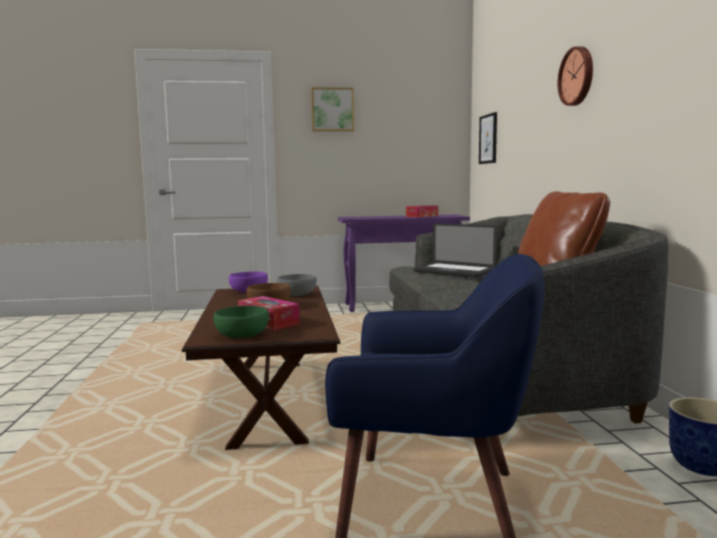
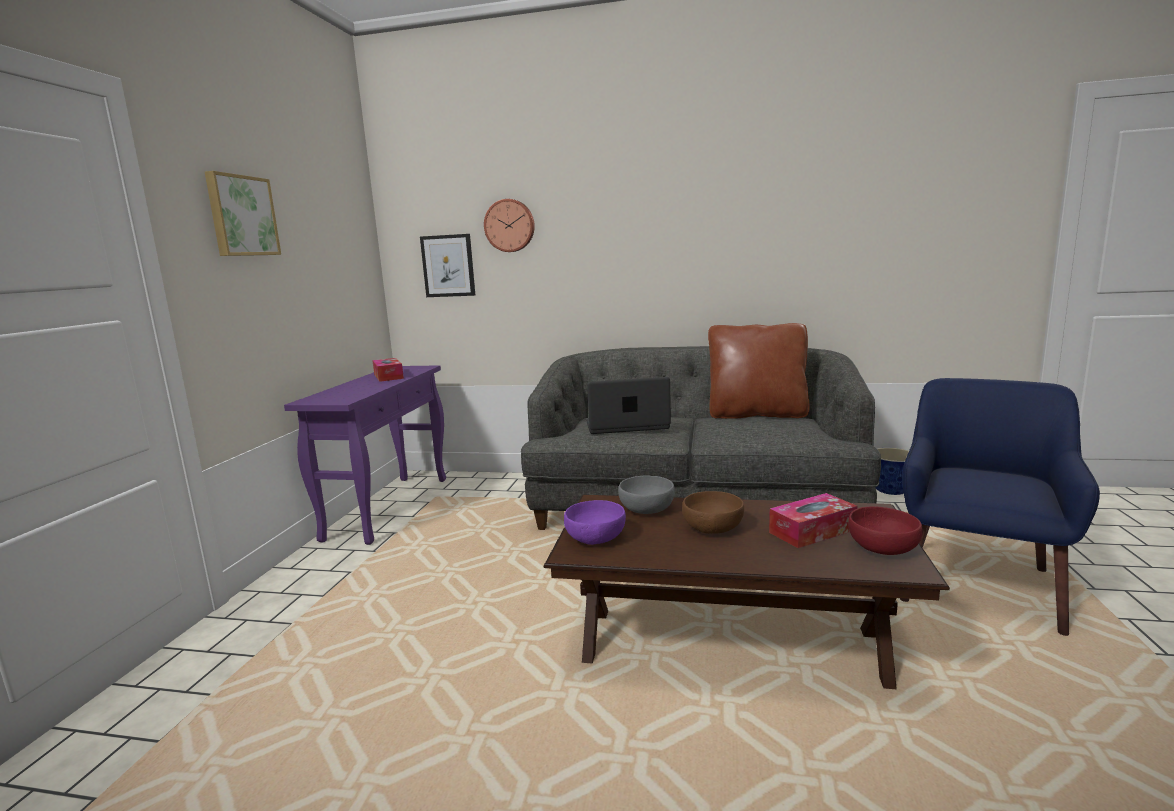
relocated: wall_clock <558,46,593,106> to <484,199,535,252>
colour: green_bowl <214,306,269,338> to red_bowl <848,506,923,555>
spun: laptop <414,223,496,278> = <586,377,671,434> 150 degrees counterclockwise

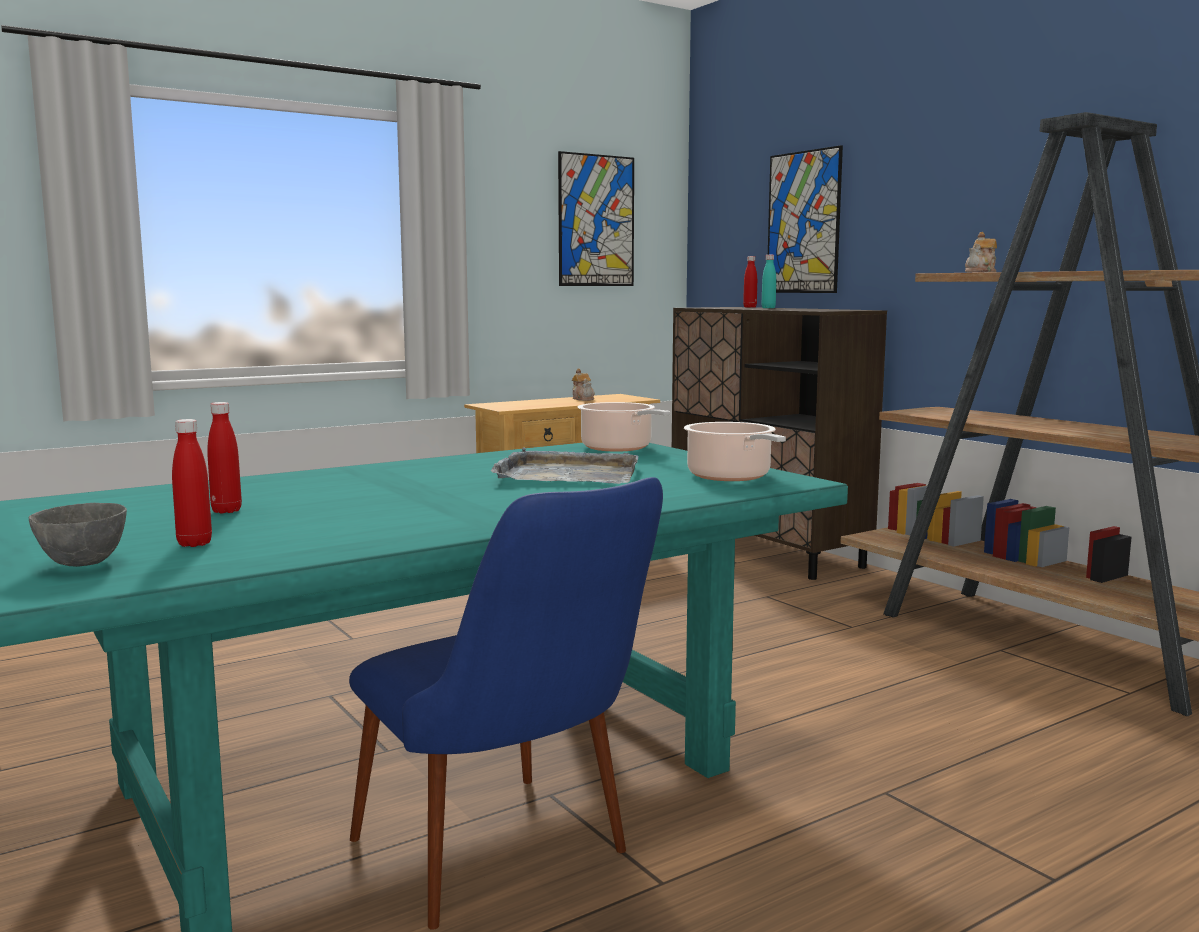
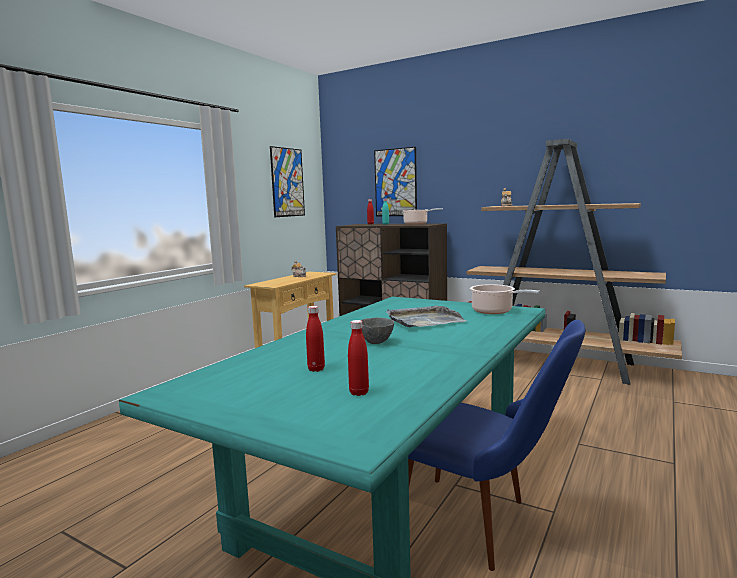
relocated: cooking_pot <578,402,670,452> to <402,208,443,225>; grey_bowl <29,503,127,567> to <361,318,394,344>

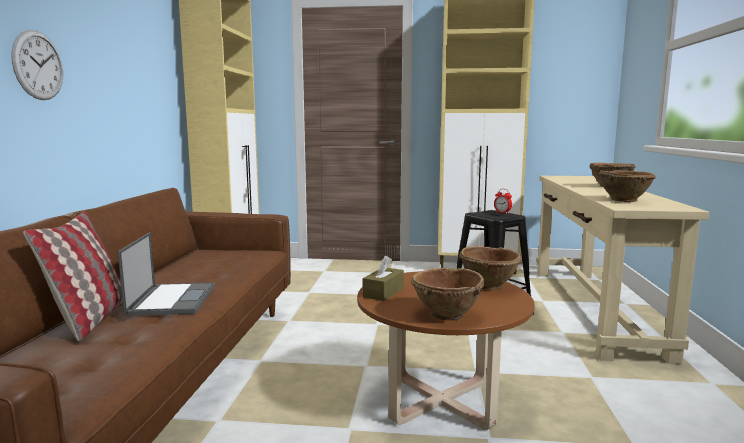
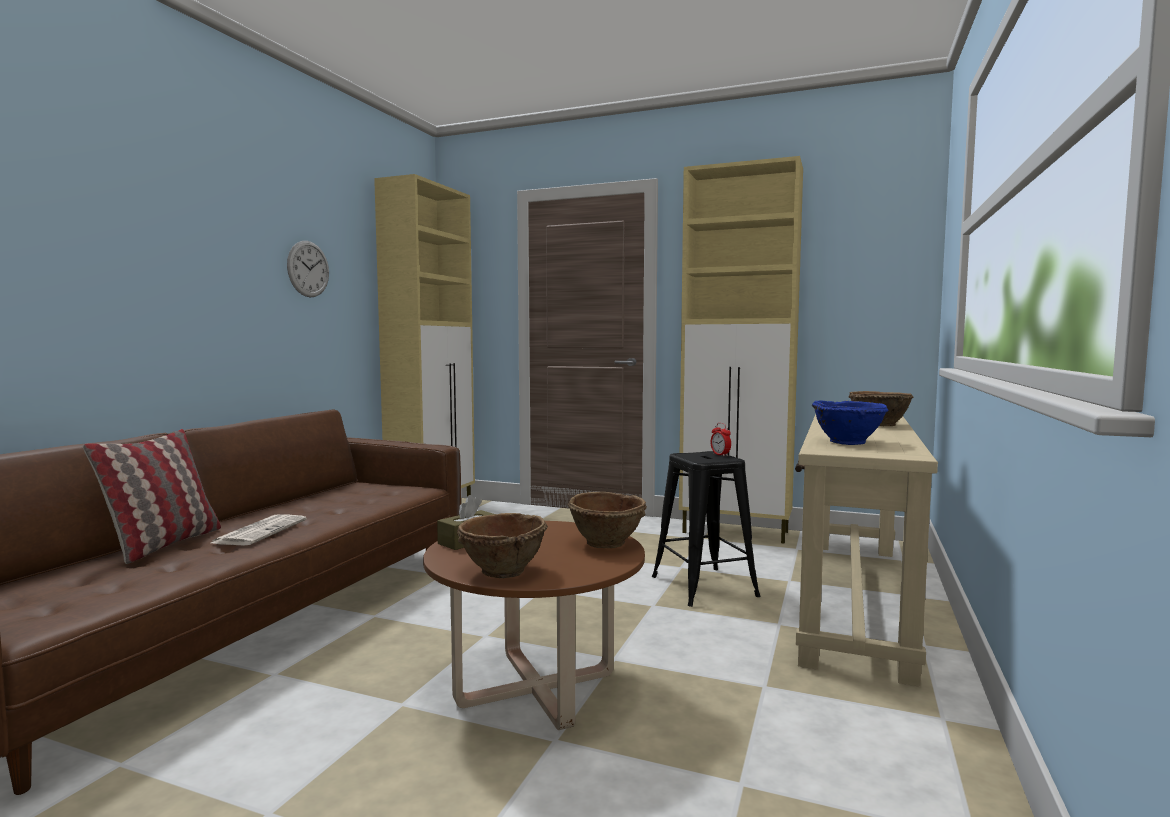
relocated: wall_clock <11,30,63,100> to <287,241,329,297>
exchanged: laptop <118,232,215,316> to newspaper <211,514,307,545>
colour: brown_bowl <599,170,656,202> to blue_bowl <812,400,888,445>

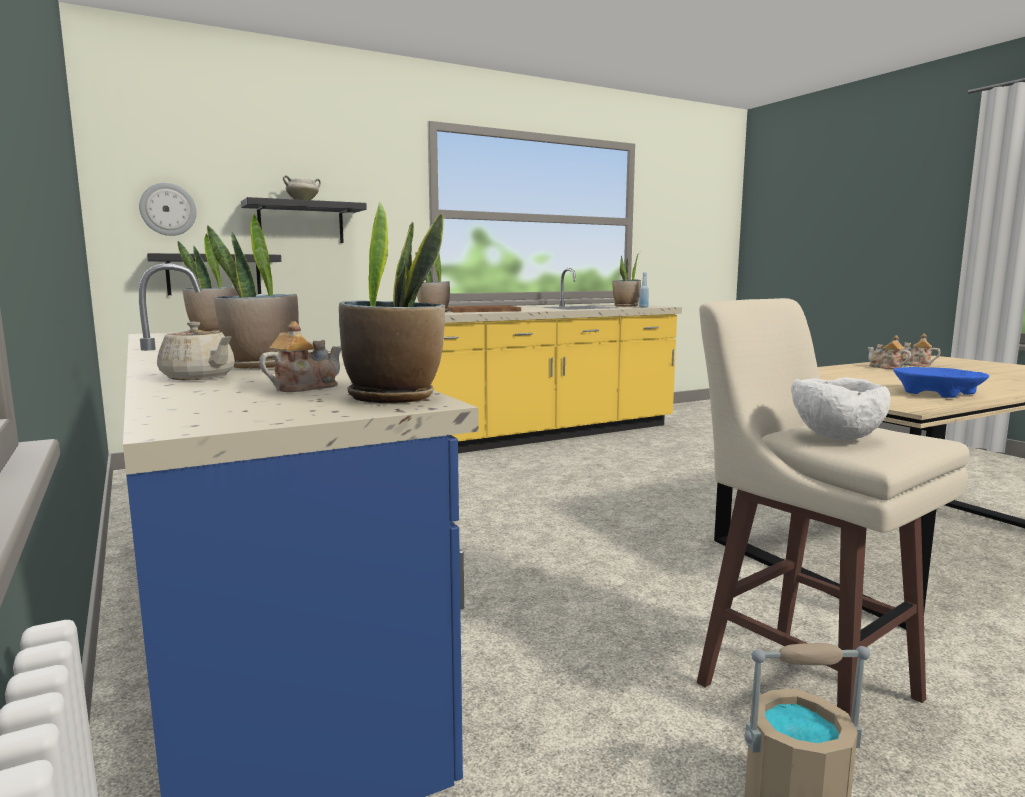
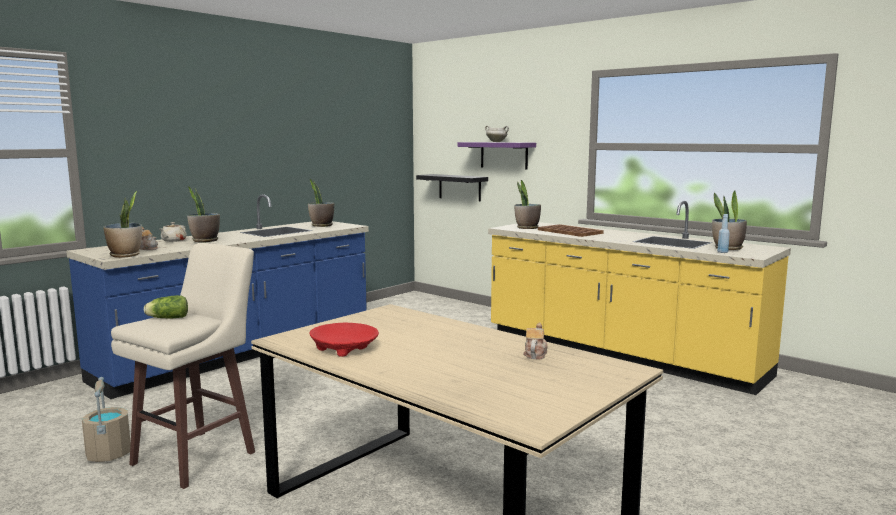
missing: wall_clock <139,183,197,236>; teapot <868,335,911,369>
exchanged: white_bowl <791,377,891,440> to lettuce <144,295,188,319>
colour: black_shelf <241,197,367,243> to purple_shelf <457,142,536,169>; blue_bowl <893,367,989,398> to red_bowl <310,323,379,357>

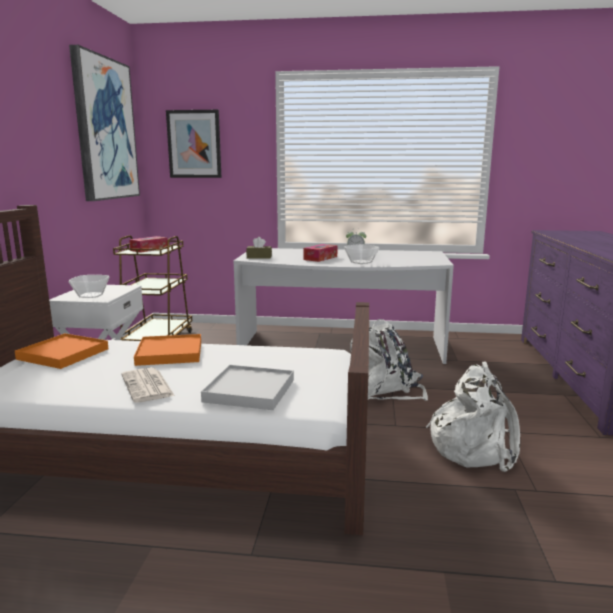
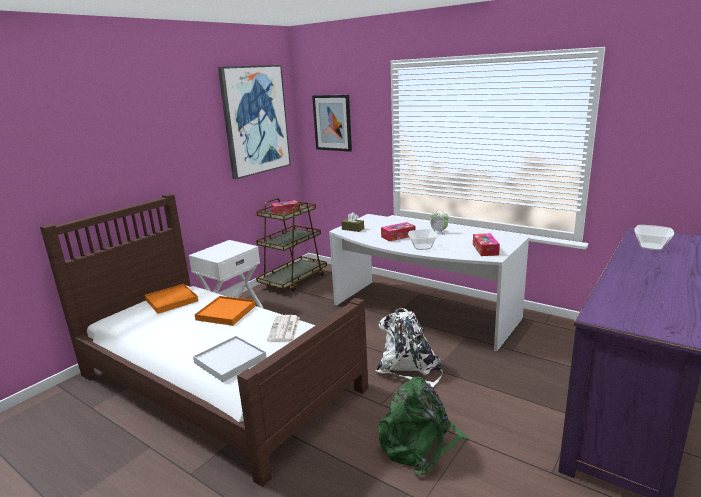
appeared: tissue_box <473,233,500,256>
relocated: bowl <69,275,109,298> to <634,225,674,250>; newspaper <121,368,175,403> to <267,315,300,342>
colour: white_backpack <426,361,520,472> to green_backpack <378,376,469,476>

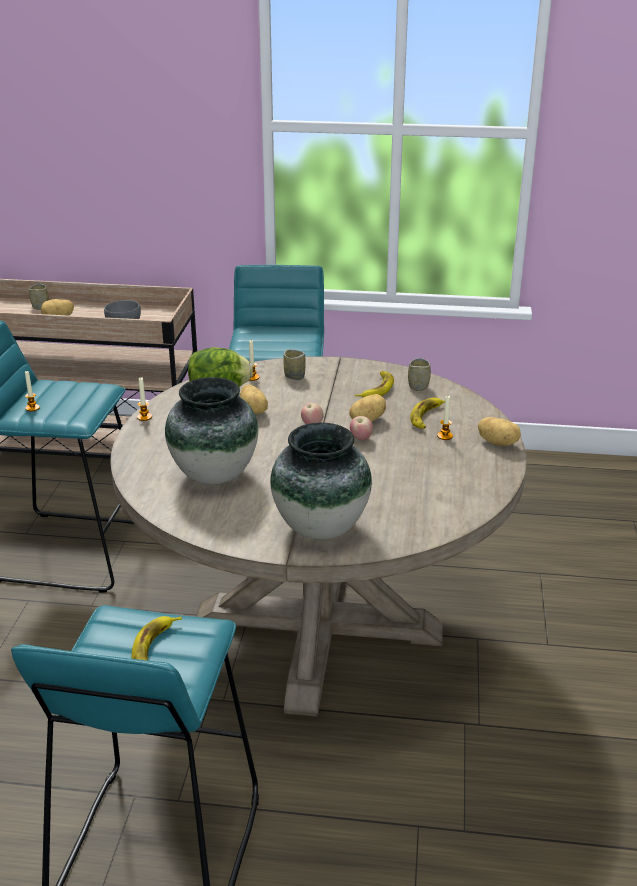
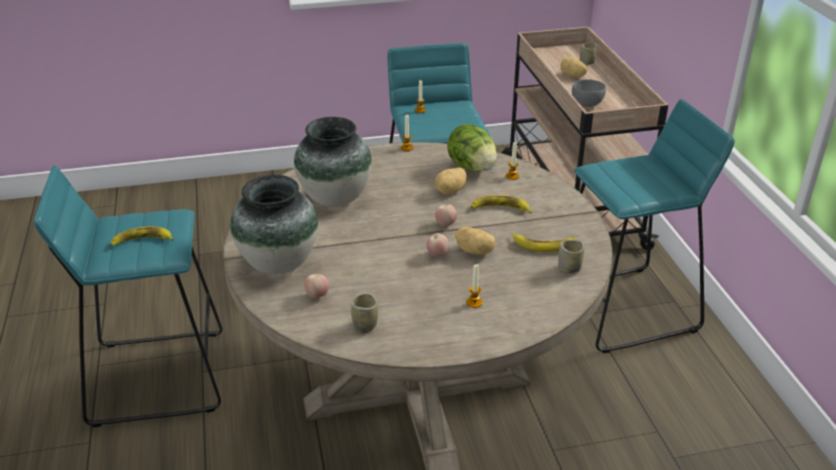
missing: potato <478,417,521,446>
appeared: apple <304,274,329,299>
relocated: cup <283,349,306,380> to <351,293,378,333>; banana <410,398,445,429> to <471,195,532,213>

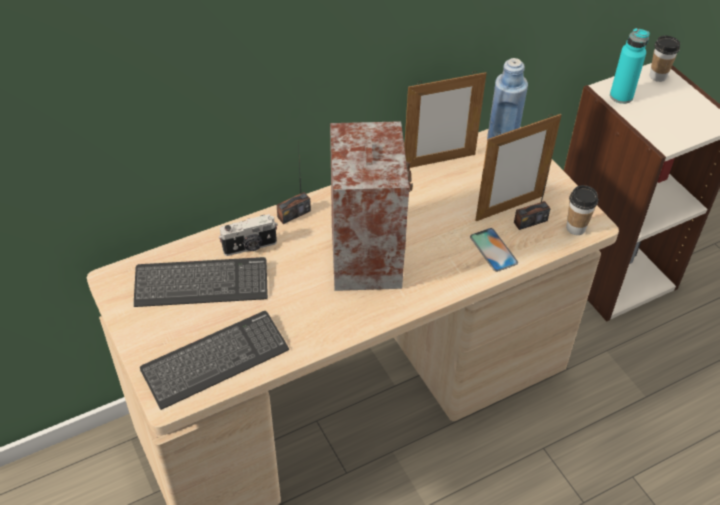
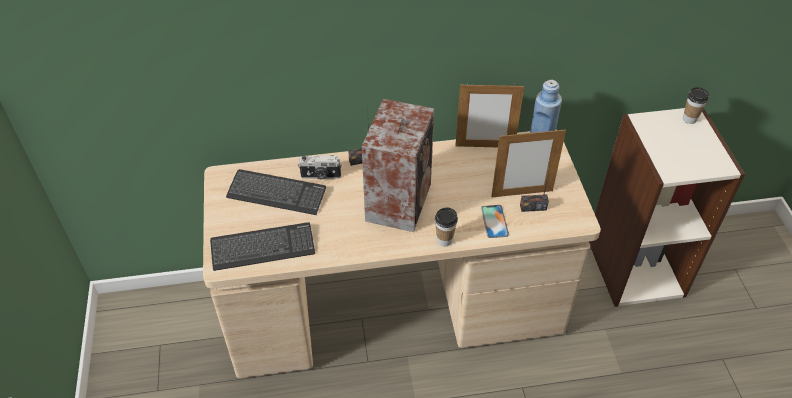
missing: turquoise_bottle <610,28,650,104>
relocated: cup <566,185,598,235> to <435,207,458,246>

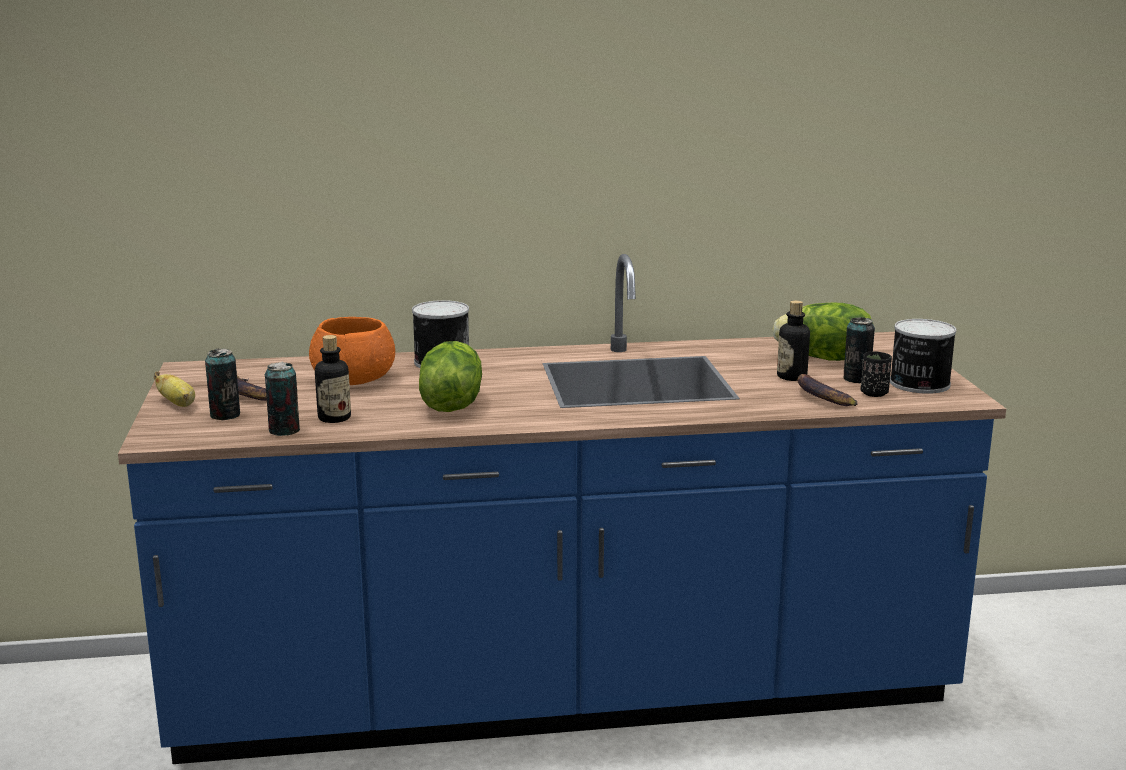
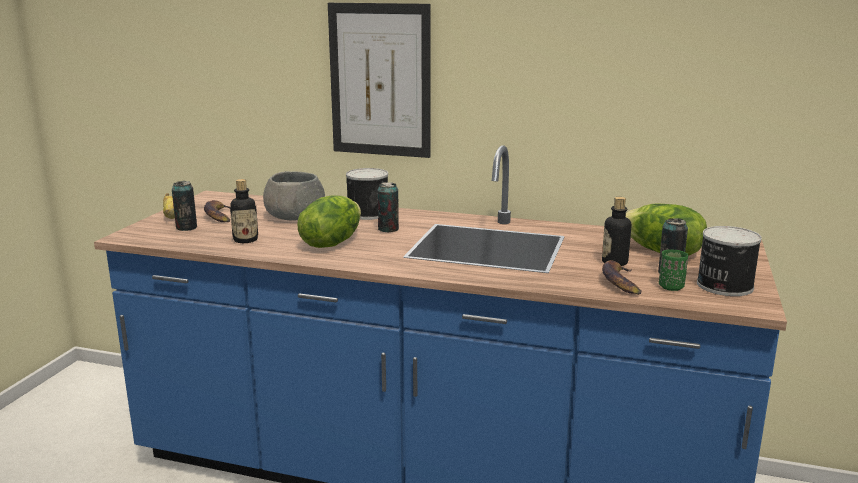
appeared: picture <328,3,431,158>
relocated: can <264,362,300,436> to <377,182,399,232>
colour: orange_bowl <309,317,395,385> to grey_bowl <263,171,325,220>; black_cup <861,351,892,397> to green_cup <659,249,688,291>

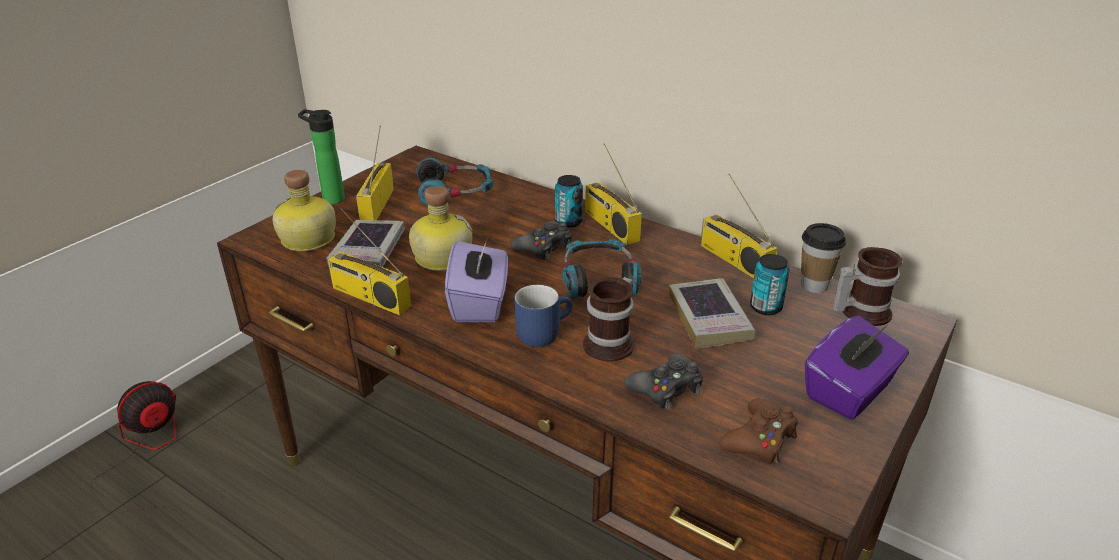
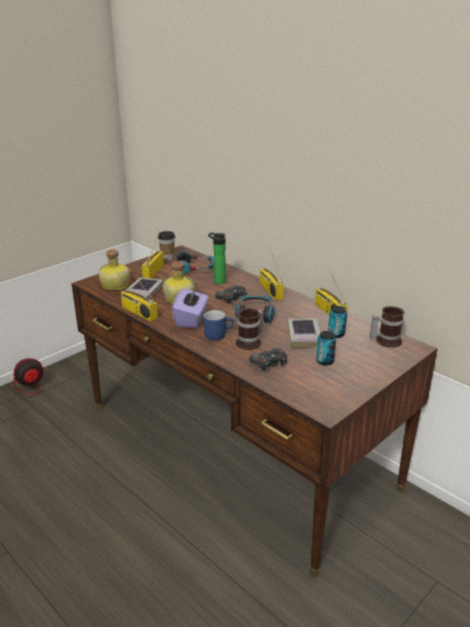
missing: purple_tissue_box <805,316,909,420>; brown_game_controller <719,398,798,464>
relocated: bottle <298,109,345,204> to <208,232,226,284>; can <555,175,583,228> to <316,331,336,366>; cup <801,223,846,293> to <158,231,175,261>

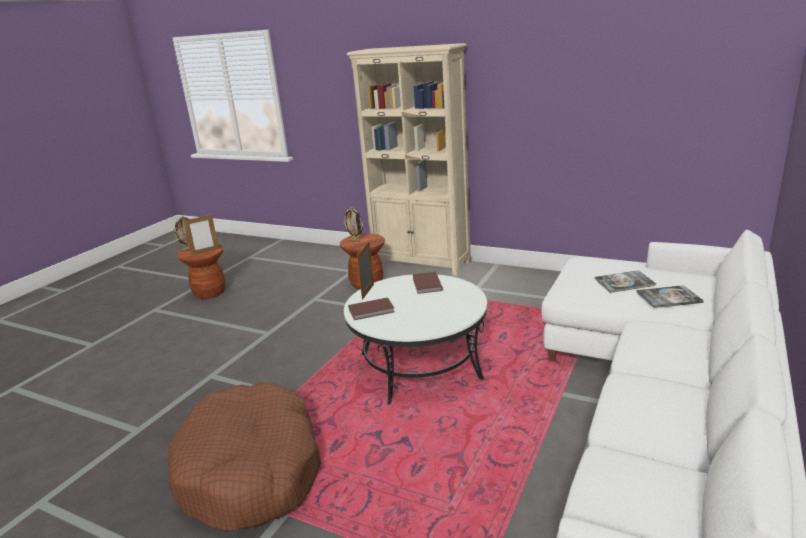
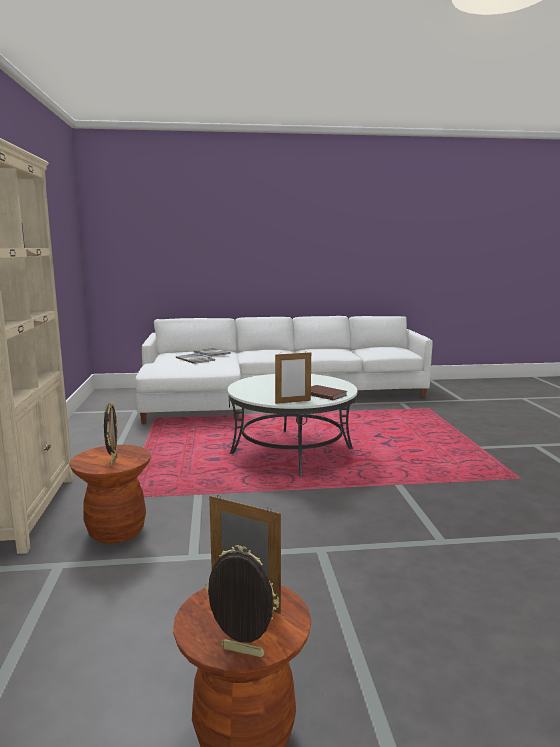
missing: brown_book <412,272,443,294>; brown_dog_bed <167,382,321,531>

